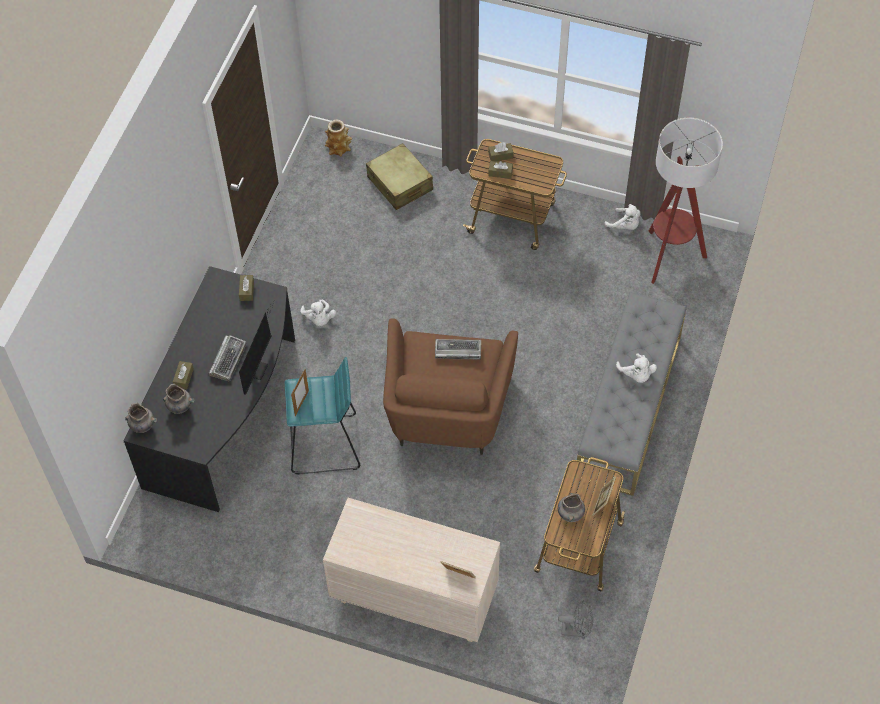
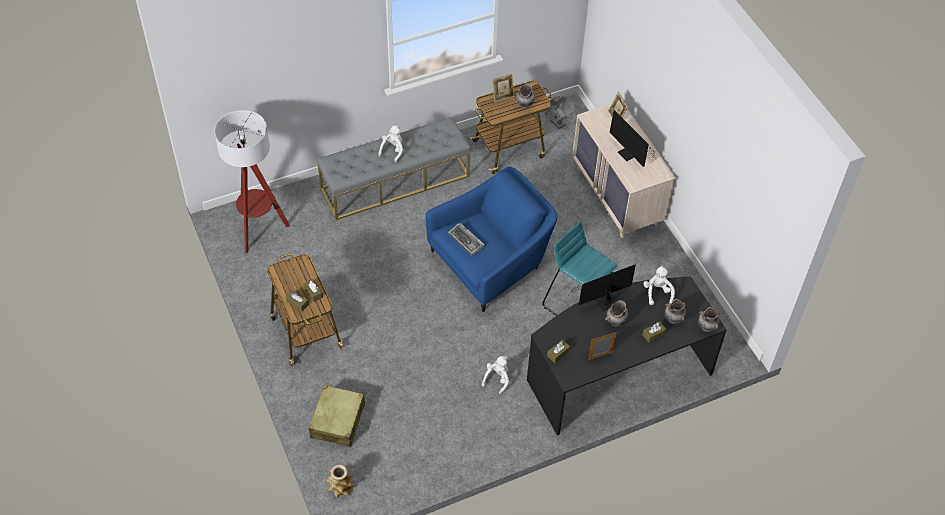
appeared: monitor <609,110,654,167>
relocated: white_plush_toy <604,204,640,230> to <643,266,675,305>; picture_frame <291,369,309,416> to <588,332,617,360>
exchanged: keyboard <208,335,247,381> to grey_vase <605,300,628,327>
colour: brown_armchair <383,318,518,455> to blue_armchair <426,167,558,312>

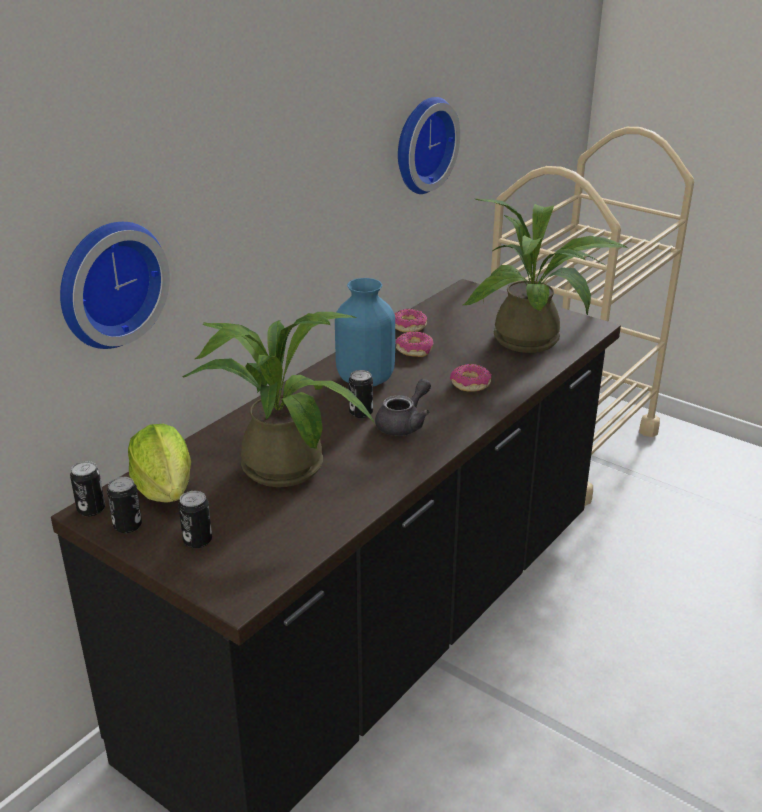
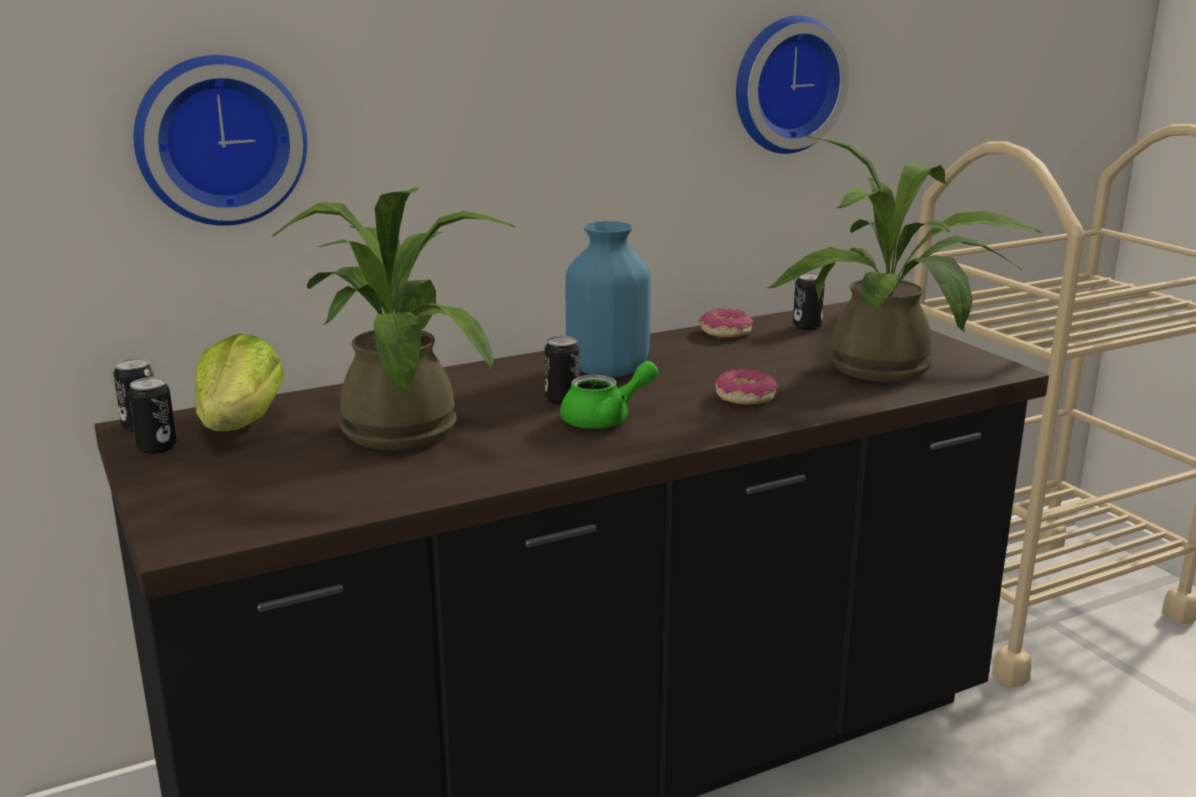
missing: donut <396,331,434,357>
relocated: can <178,491,212,548> to <793,273,825,330>
colour: grey_teapot <375,379,431,436> to green_teapot <560,361,658,429>

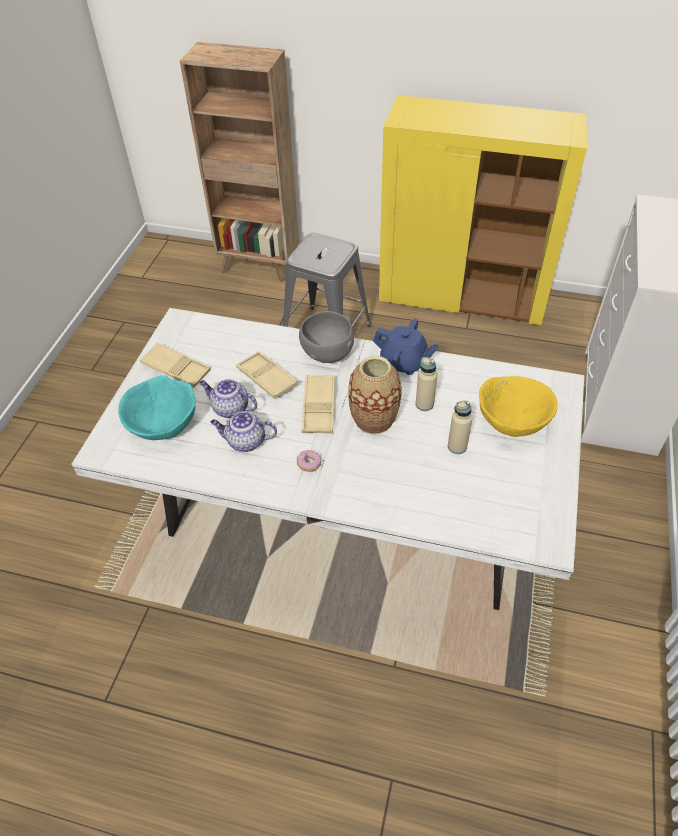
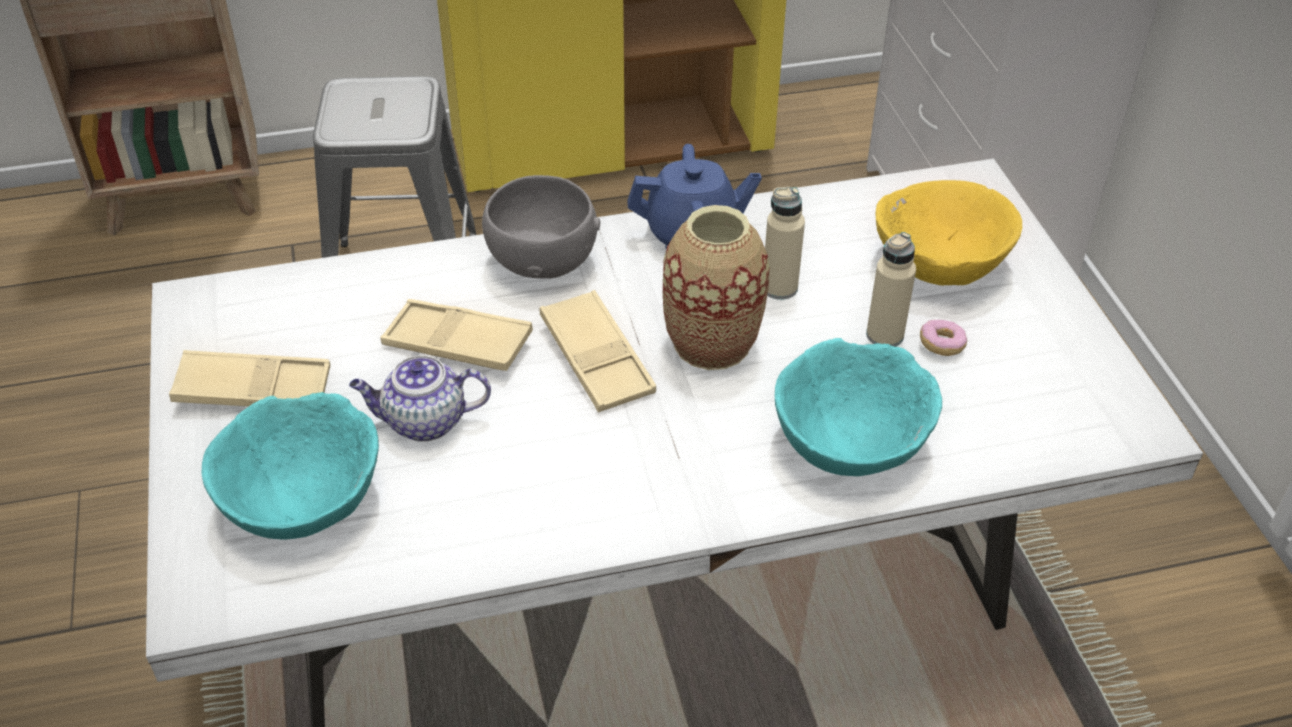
missing: teapot <210,411,277,452>
appeared: turquoise_bowl <775,338,942,476>
relocated: donut <297,450,321,472> to <920,320,967,356>

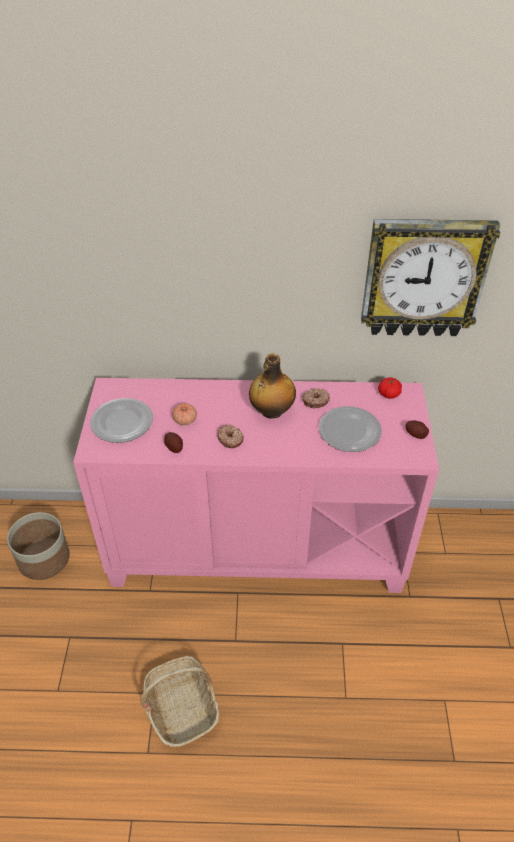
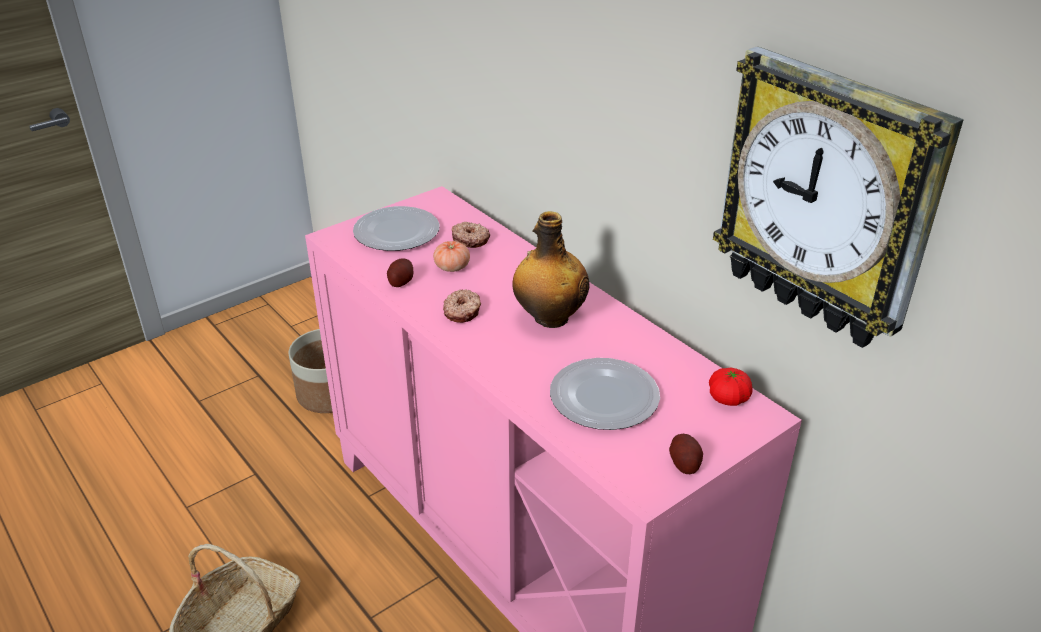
relocated: donut <302,388,330,408> to <452,222,490,248>

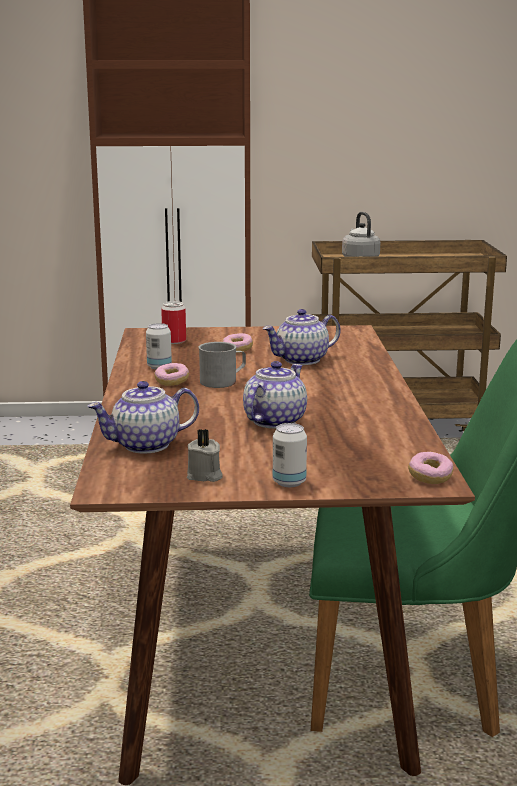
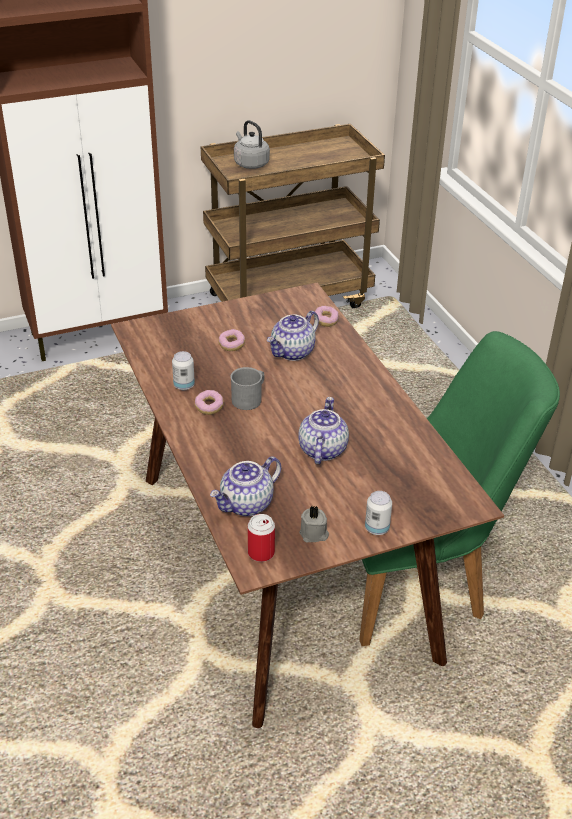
relocated: can <161,301,186,344> to <248,514,275,562>; donut <408,452,454,484> to <314,306,339,327>

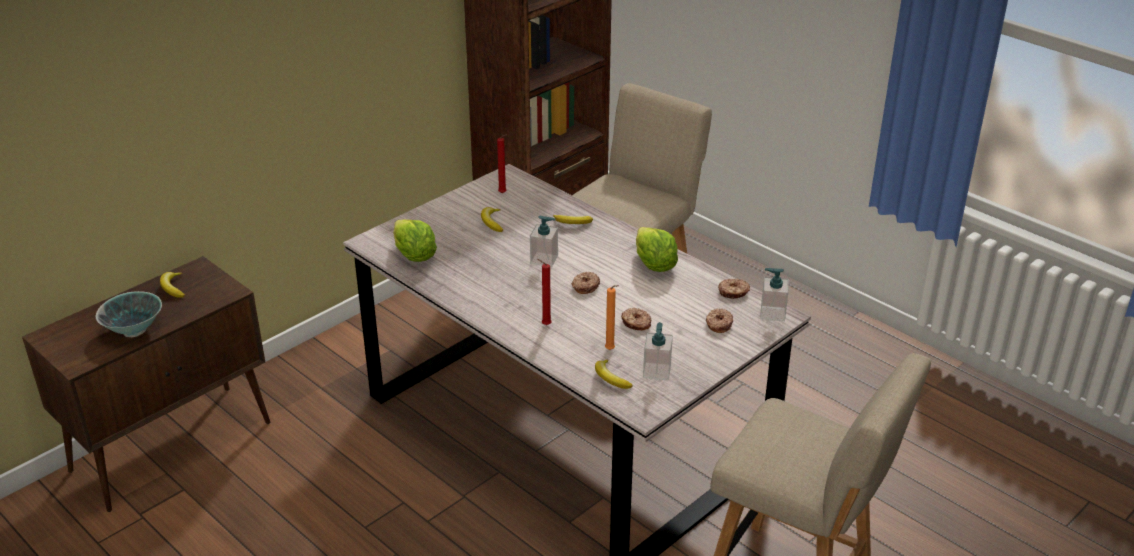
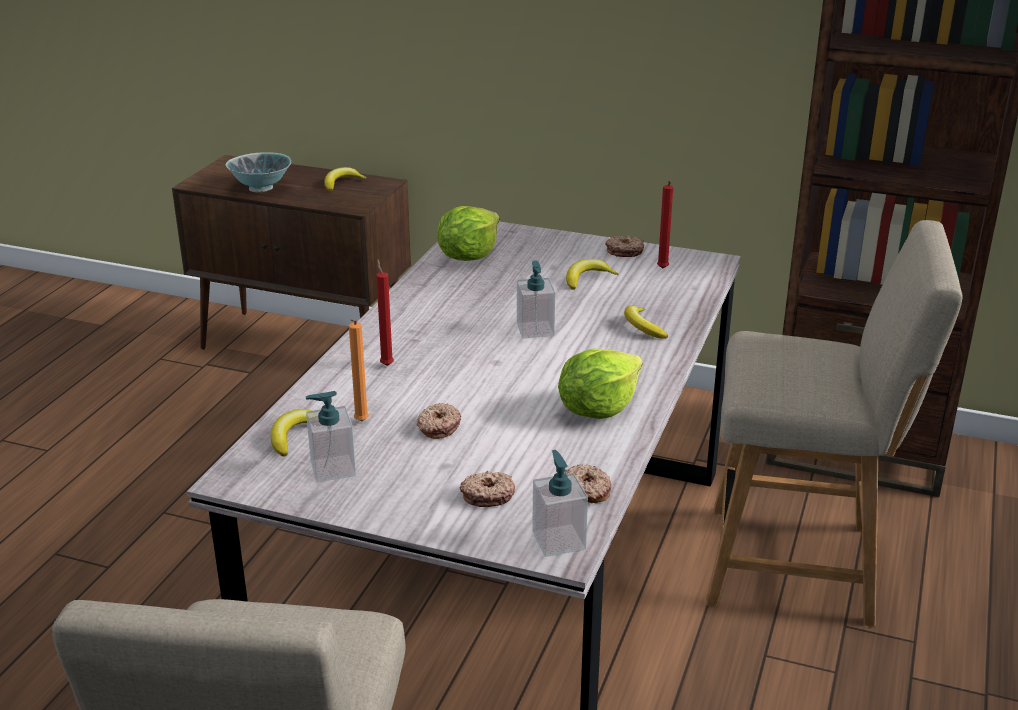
relocated: donut <571,271,600,294> to <605,235,644,257>

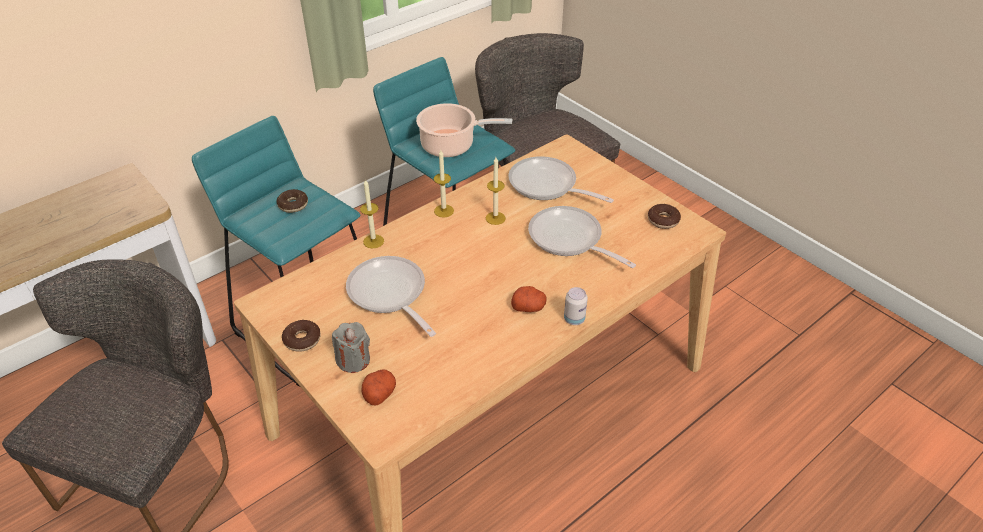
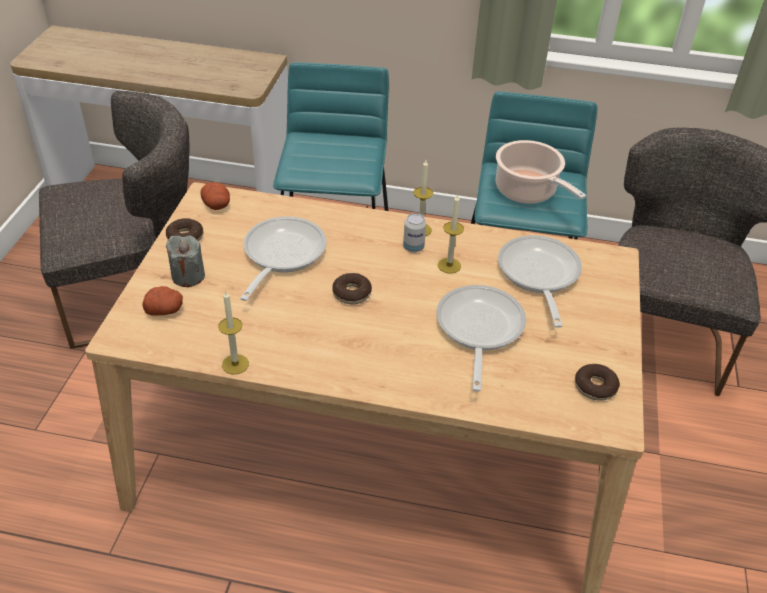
relocated: candle <360,179,384,249> to <218,291,249,374>; donut <277,189,308,213> to <332,273,372,305>; potato <511,286,546,312> to <201,182,230,210>; can <564,287,588,325> to <403,213,426,253>

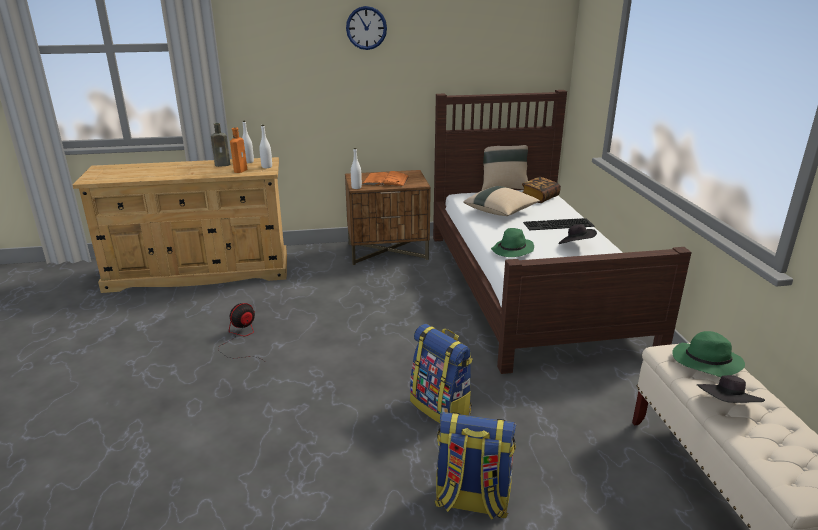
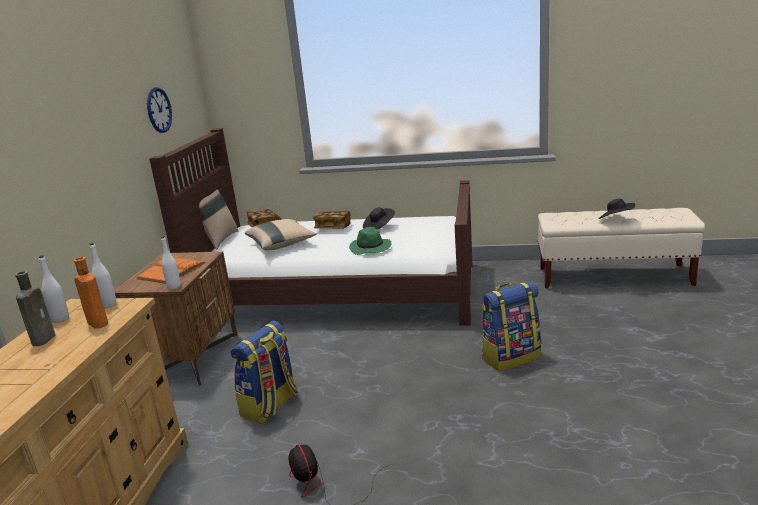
missing: green_hat <672,331,745,377>
relocated: wall_clock <346,6,387,50> to <147,87,172,133>; backpack <435,412,517,520> to <231,321,298,424>
exchanged: keyboard <523,218,594,230> to book <313,211,350,229>

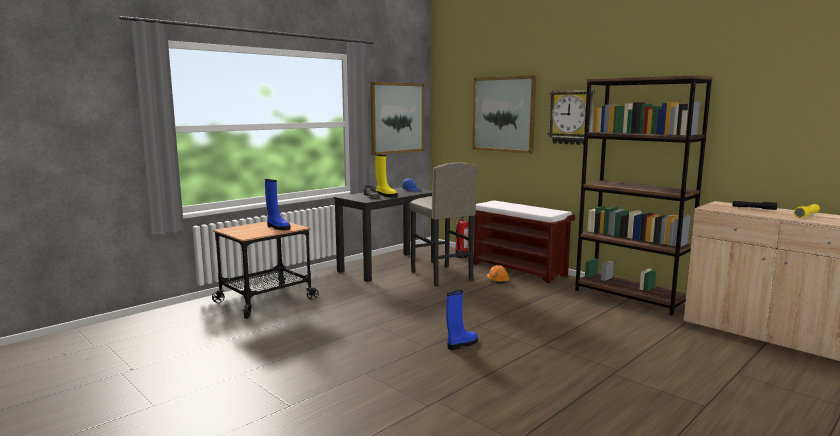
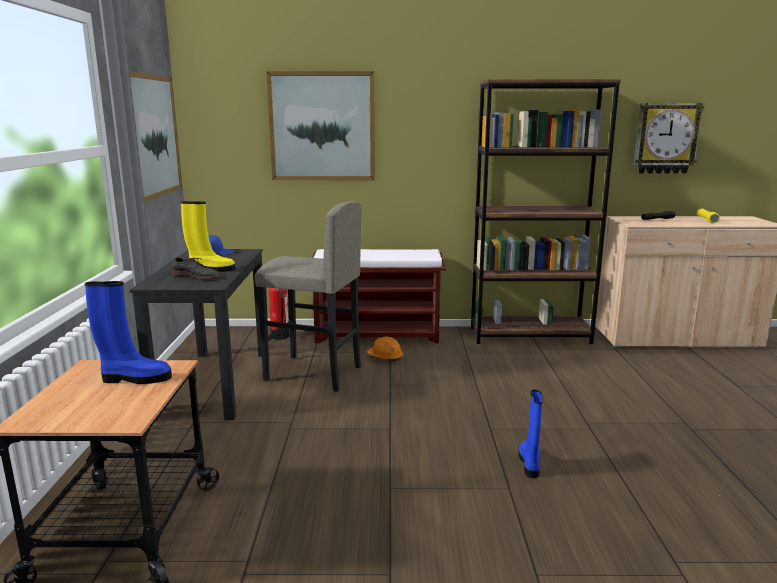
relocated: wall_clock <548,90,595,145> to <634,103,704,174>

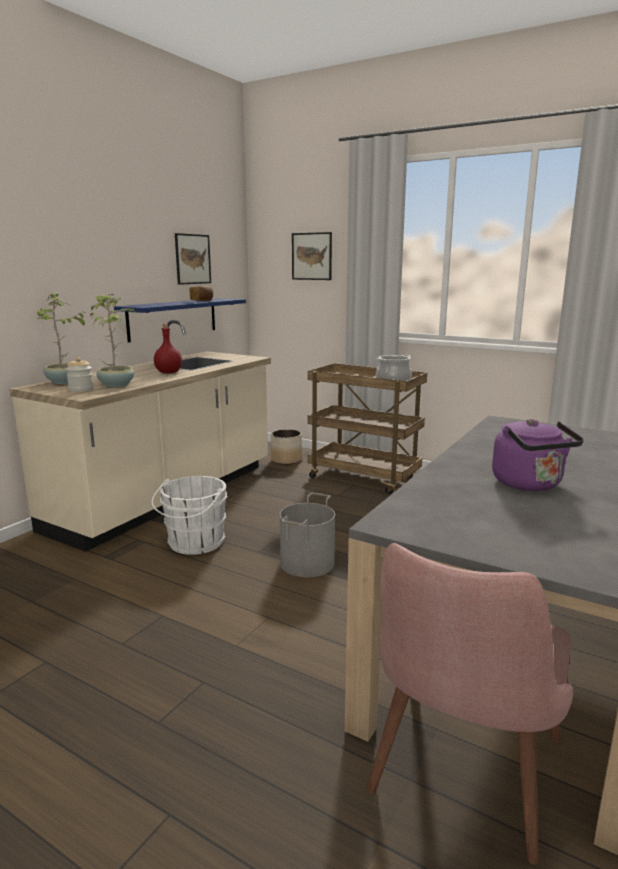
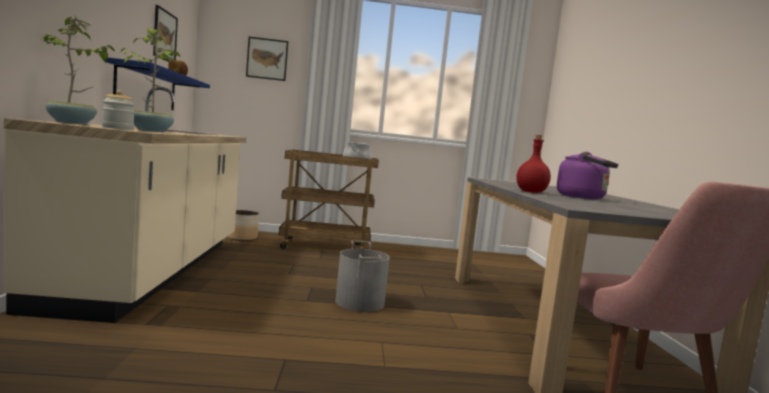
missing: white_bucket <151,476,228,555>
relocated: red_bottle <154,324,182,374> to <516,135,551,193>

